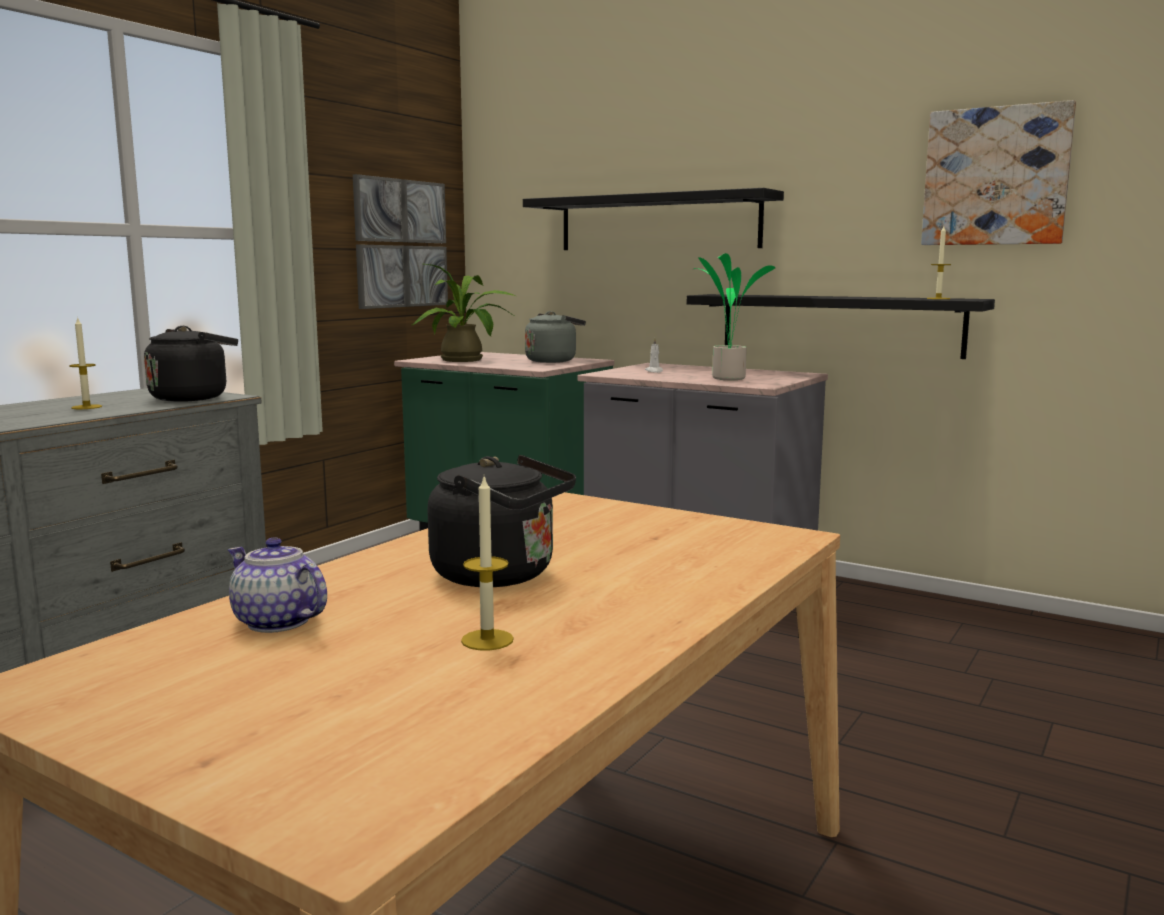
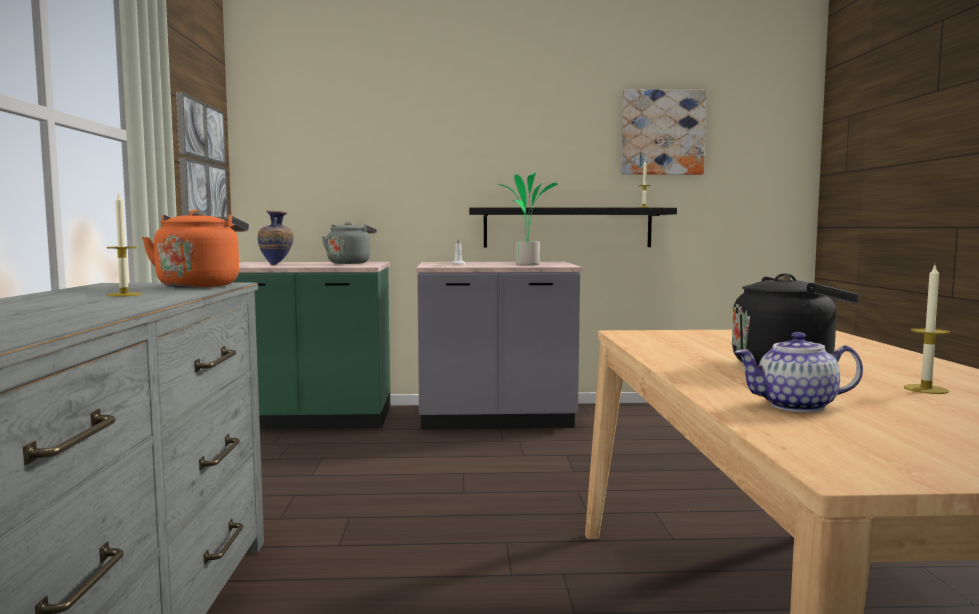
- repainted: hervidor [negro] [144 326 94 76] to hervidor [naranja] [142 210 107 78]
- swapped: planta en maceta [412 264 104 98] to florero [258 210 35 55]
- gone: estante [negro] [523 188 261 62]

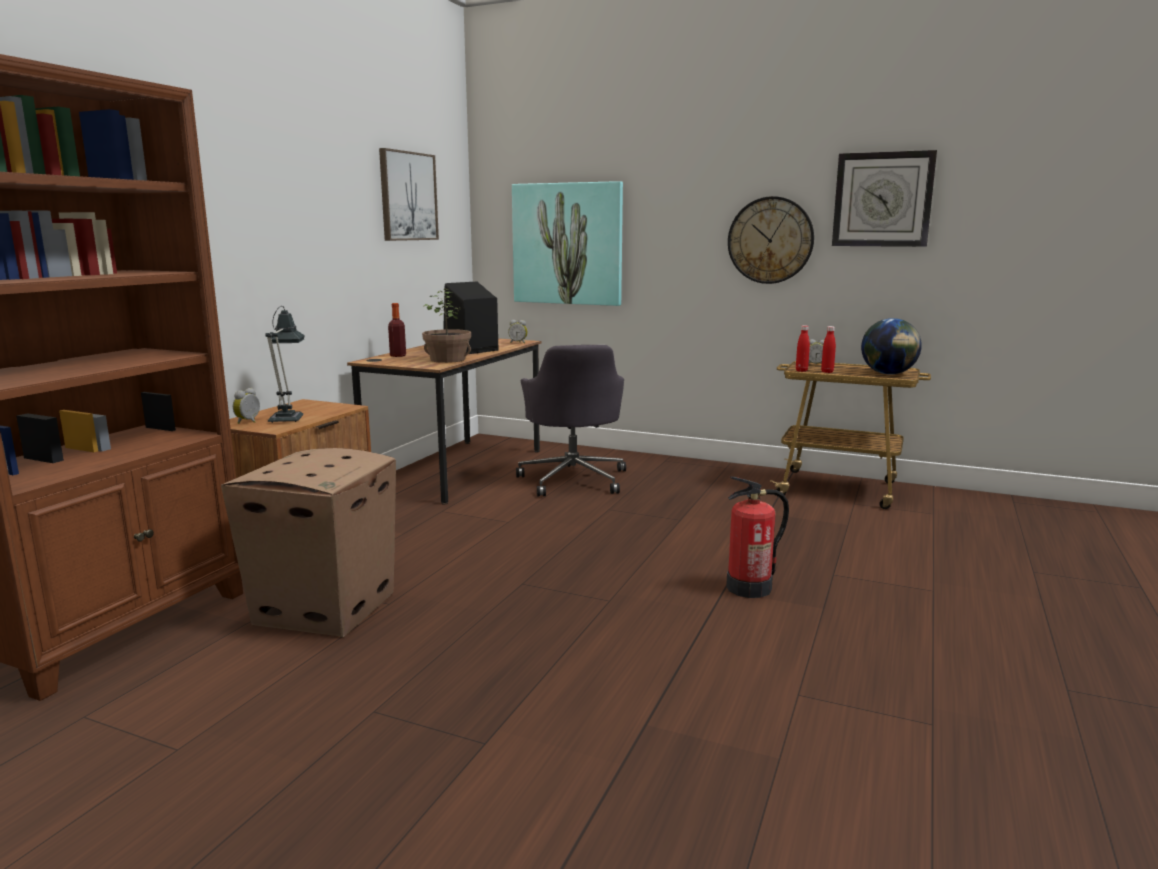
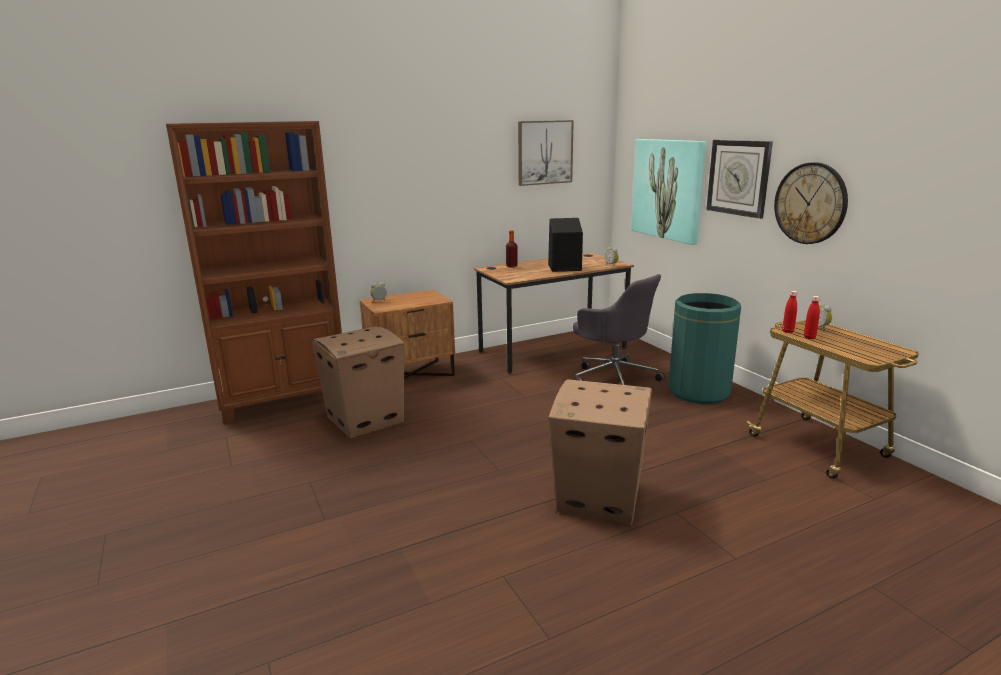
- gone: lámpara de mesa [265 306 40 117]
- gone: planta en maceta [422 289 49 74]
- rotated: silla de oficina [gris] [516 345 110 151] = [573 274 92 111] 75 degrees counterclockwise
- swapped: extintor [726 476 63 122] to caja de cartón [549 379 103 146]
- shifted: reloj de pared [832 150 105 97] to [706 140 67 79]
- gone: globo terráqueo [861 318 61 56]
- new: papelera [verde] [669 293 72 111]

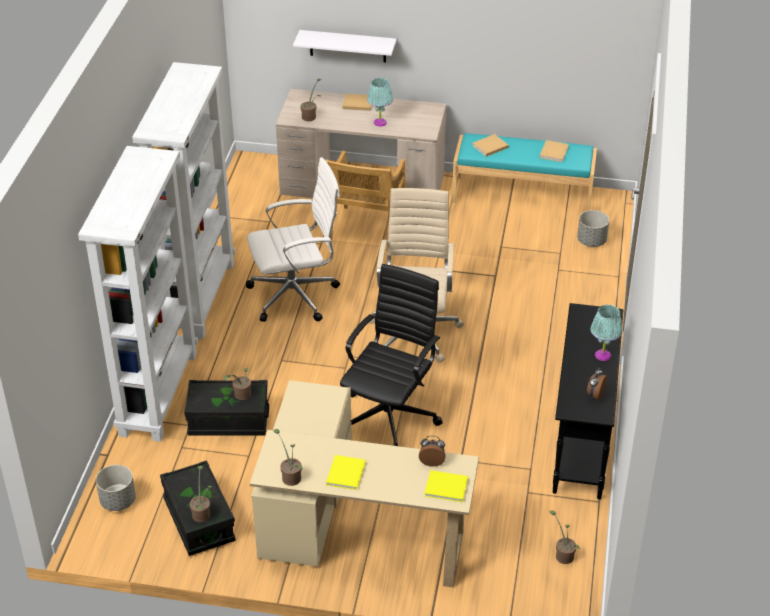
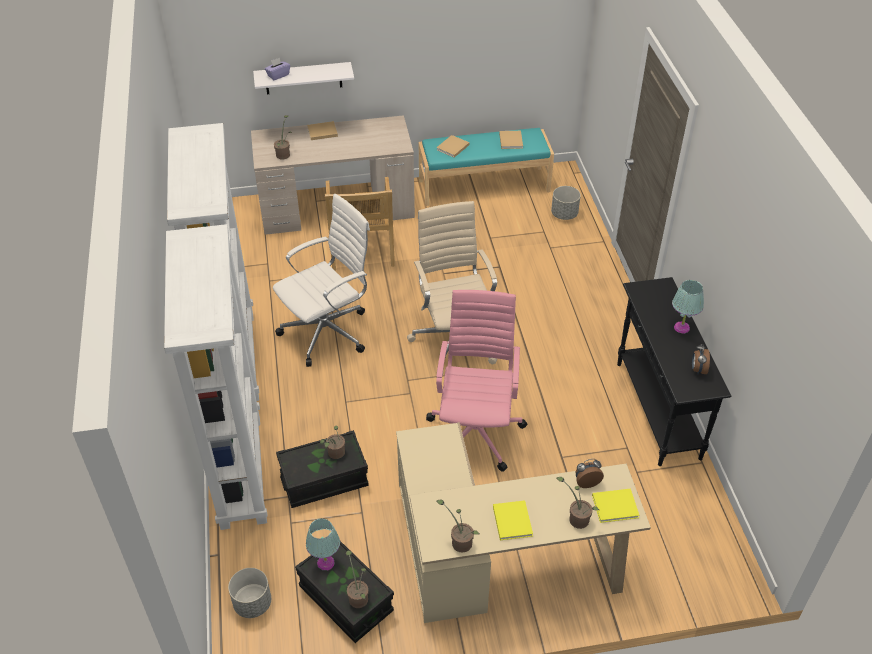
- repainted: silla de oficina [negro] [340 264 103 182] to silla de oficina [rosa] [426 290 102 182]
- shifted: lámpara de mesa [turquesa] [367 78 26 49] to [306 518 34 52]
- shifted: planta en maceta [550 511 30 53] to [557 477 42 52]
- new: caja de pañuelos [morado] [265 58 25 22]

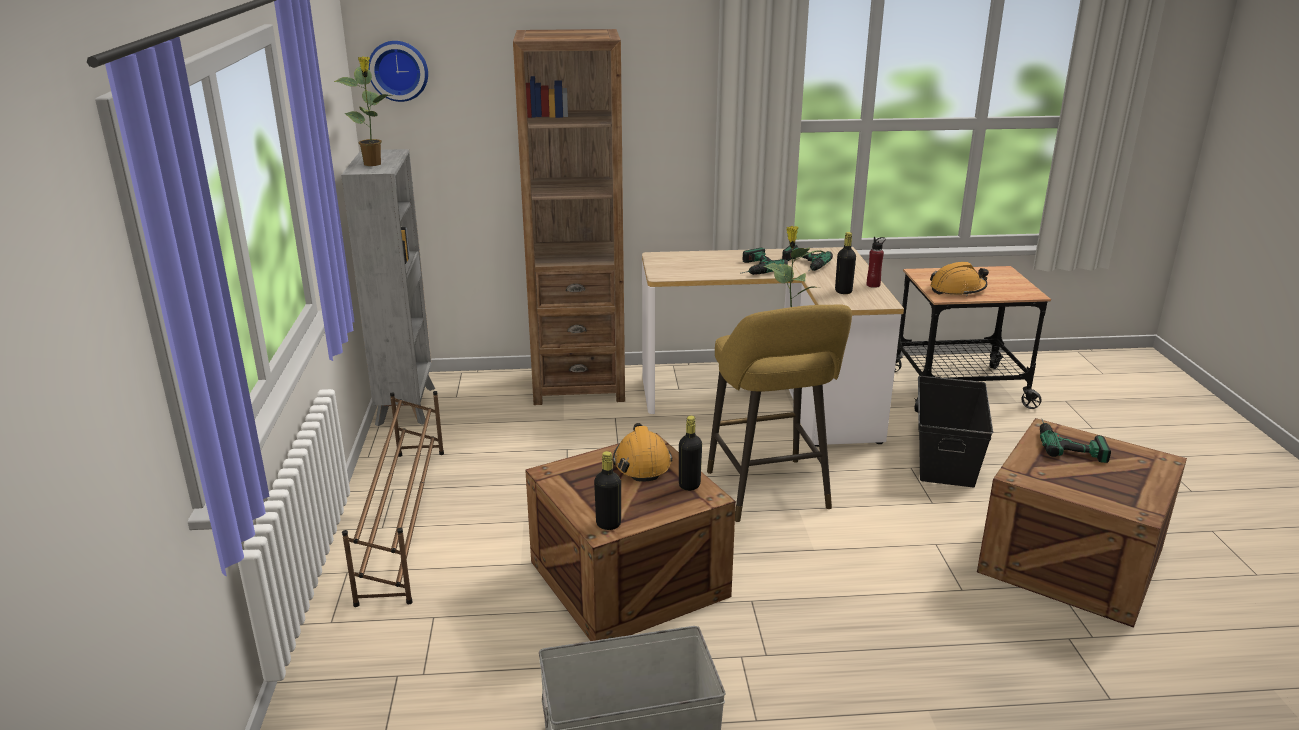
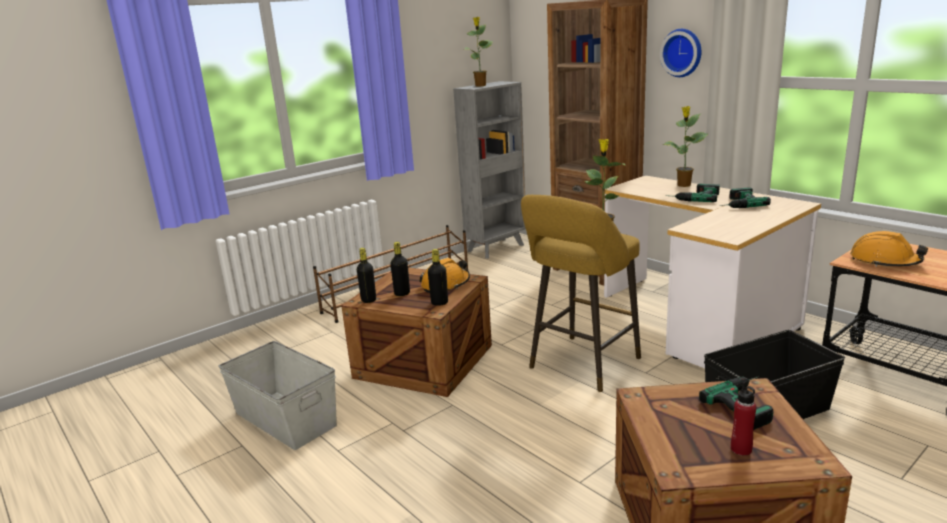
- shifted: reloj de pared [369 41 59 61] to [660 29 41 48]
- shifted: botella [negro] [835 232 21 62] to [390 242 20 54]
- shifted: botella [rojo] [867 237 19 51] to [731 382 26 74]
- new: planta en maceta [663 106 45 81]

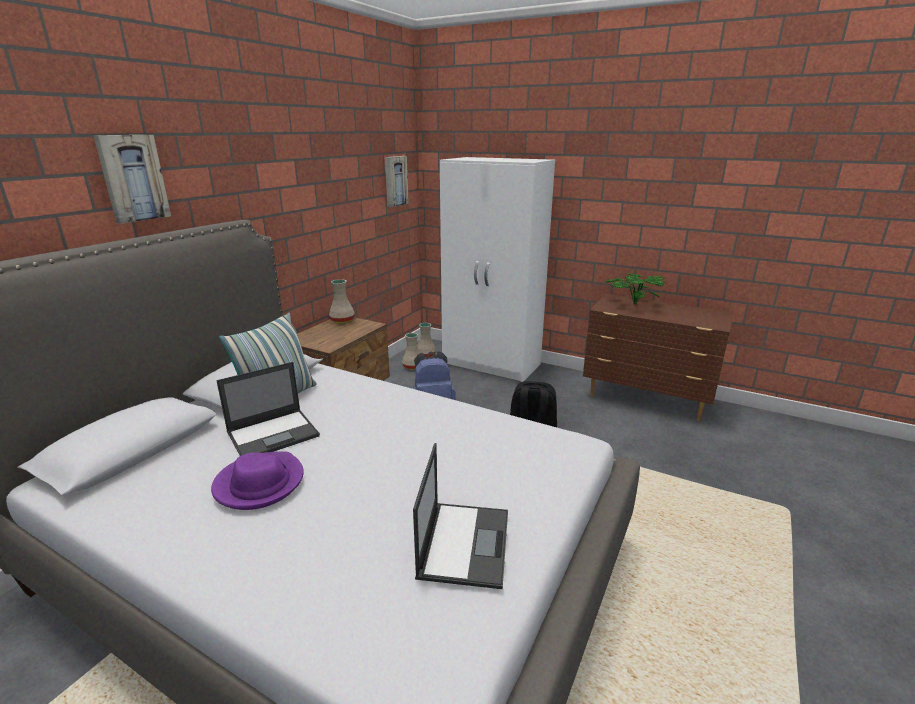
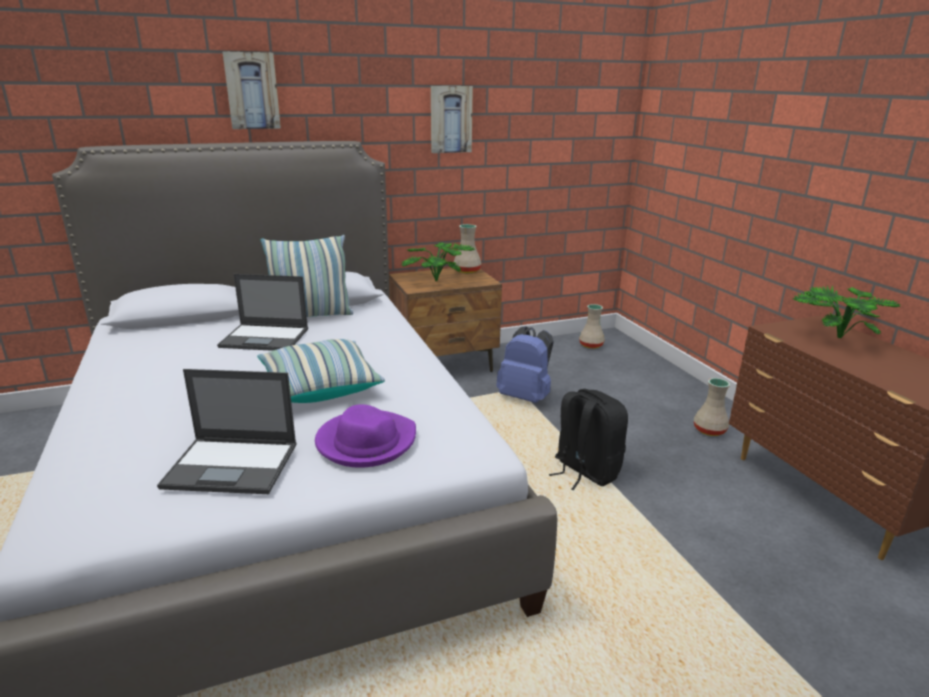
- shifted: sombrero [morado] [211 452 93 58] to [315 404 101 64]
- shifted: cuadro [385 156 24 51] to [431 86 42 67]
- shifted: florero [beis] [402 333 18 37] to [694 378 36 58]
- rotated: portátil [413 443 95 146] = [157 369 140 125] 45 degrees clockwise
- gone: armario ropero [blanco] [440 157 115 225]
- new: cojín [257 339 128 64]
- new: planta en maceta [401 242 74 40]

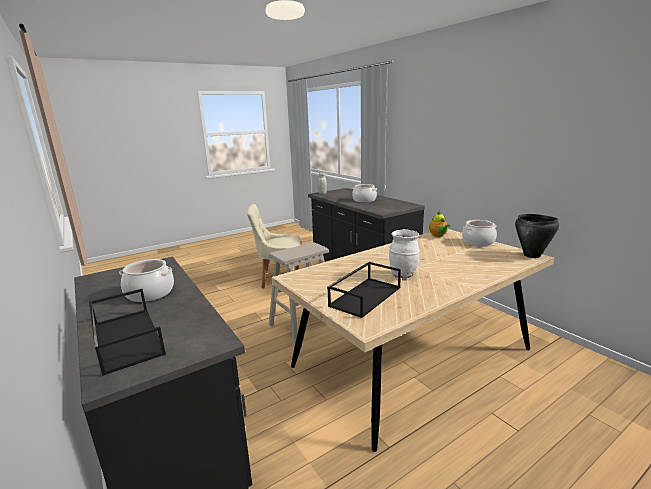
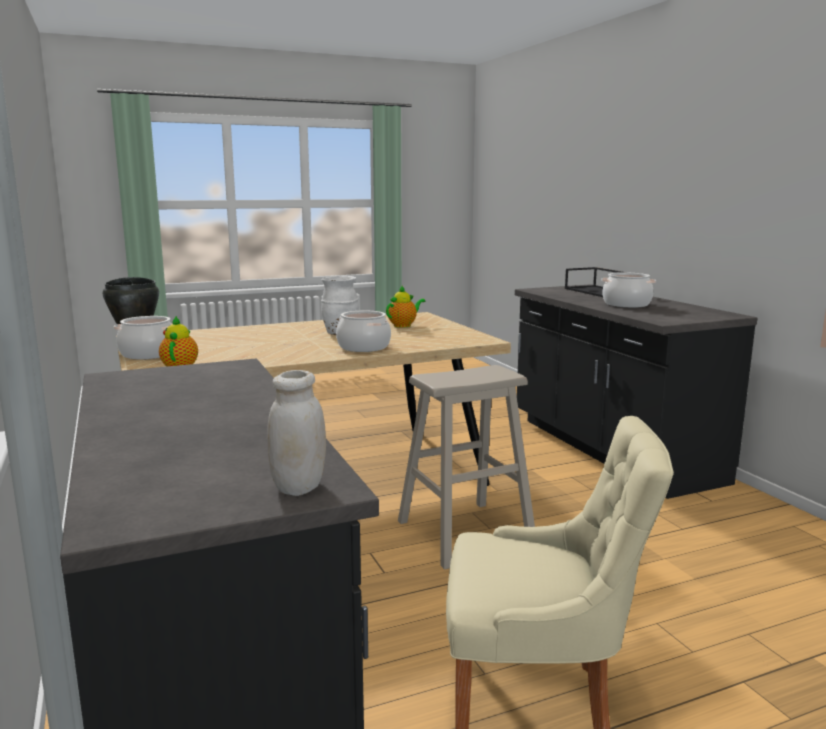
- swapped: bandeja [negro] [327 262 74 56] to tetera [386 286 39 42]
- shifted: olla [352 184 25 19] to [336 311 55 41]

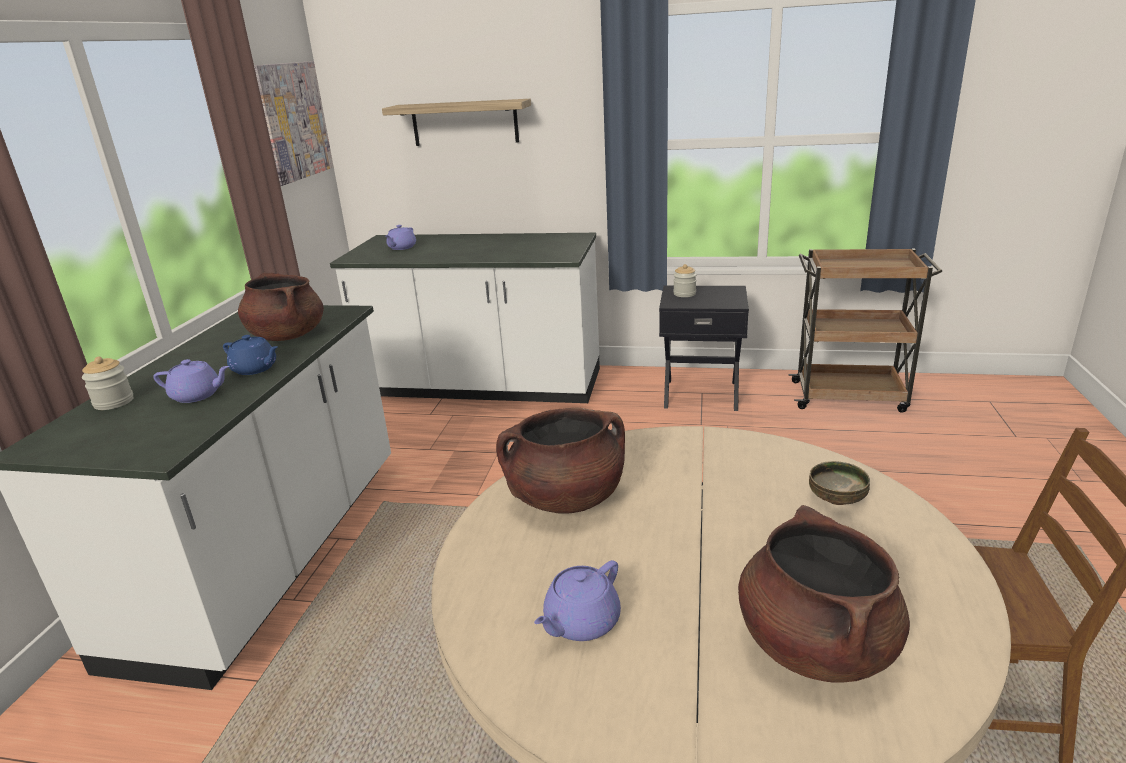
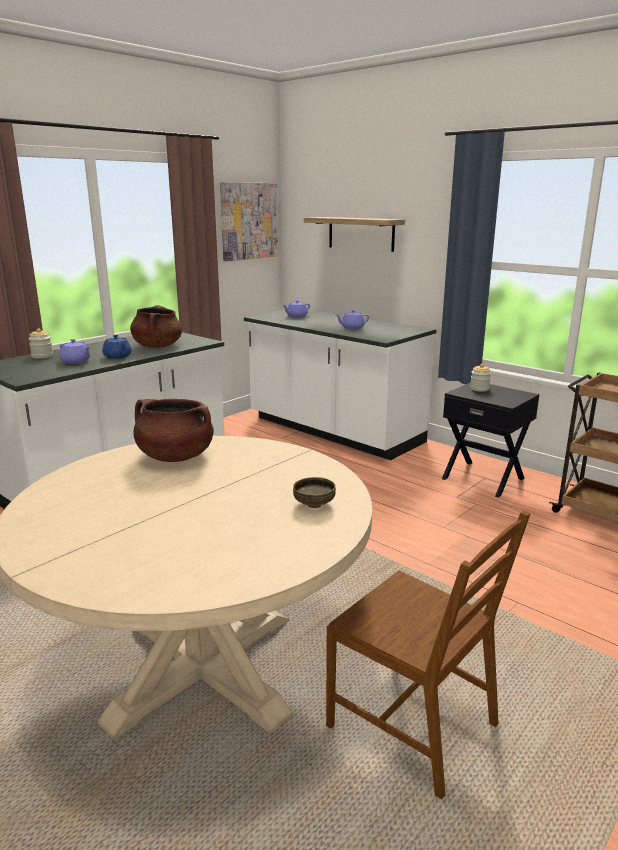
- shifted: tetera [morado] [534 560 87 81] to [336 310 33 19]
- gone: olla [marrón] [738 505 172 178]

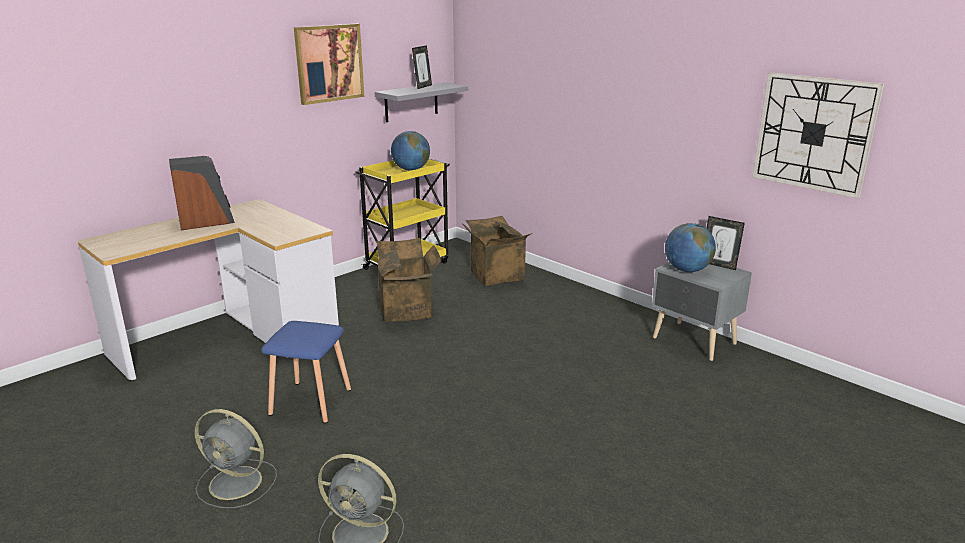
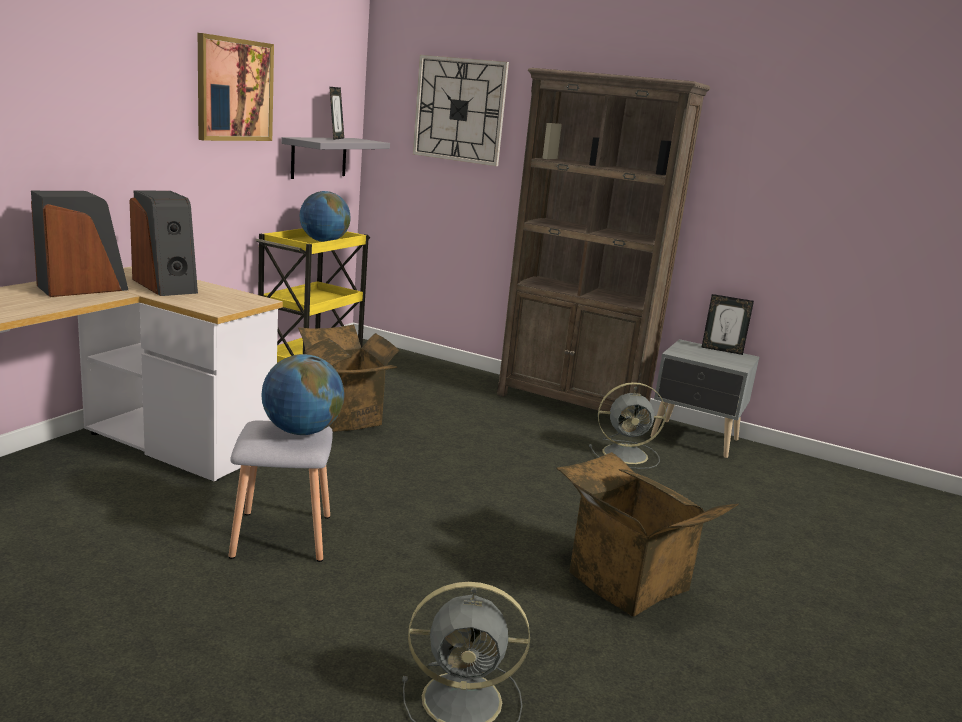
- shifted: ventilador [gris] [195 409 82 99] to [589 382 77 87]
- repainted: taburete [azul] [261 321 90 102] to taburete [gris] [228 421 105 141]
- shifted: caja de cartón [462 216 70 70] to [556 452 183 164]
- shifted: globo terráqueo [665 223 51 49] to [261 354 83 81]
- shifted: reloj de pared [752 72 132 127] to [413 55 96 111]
- new: altavoz [129 190 69 106]
- new: estantería [marrón] [497 68 213 344]

